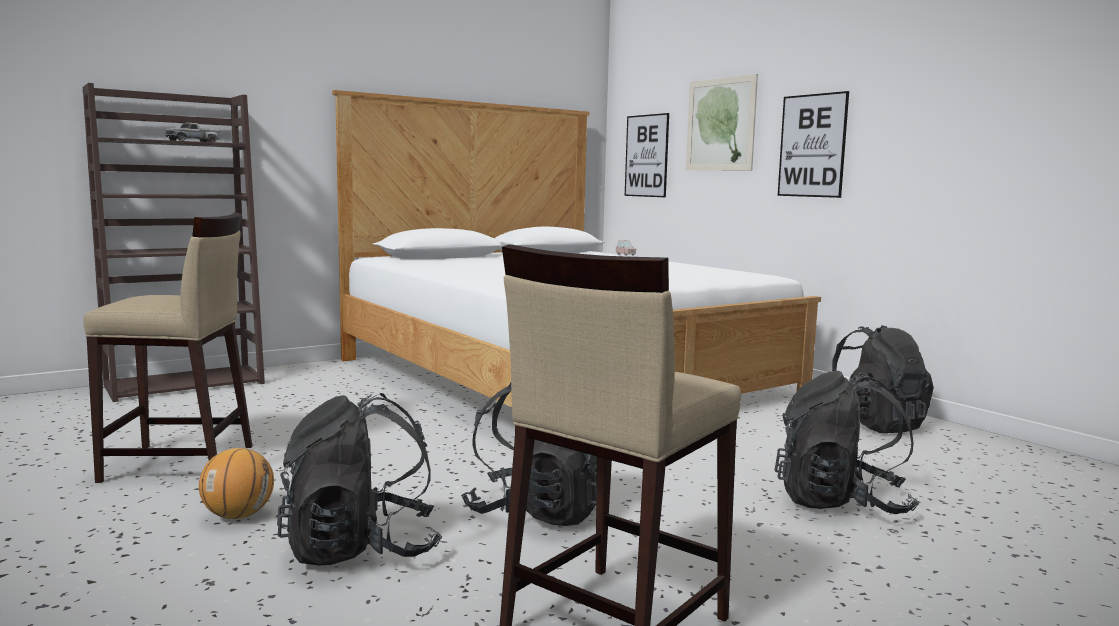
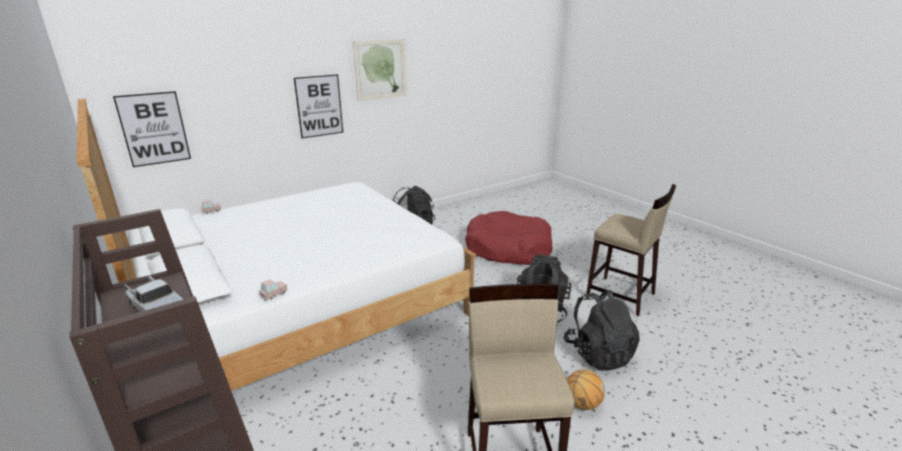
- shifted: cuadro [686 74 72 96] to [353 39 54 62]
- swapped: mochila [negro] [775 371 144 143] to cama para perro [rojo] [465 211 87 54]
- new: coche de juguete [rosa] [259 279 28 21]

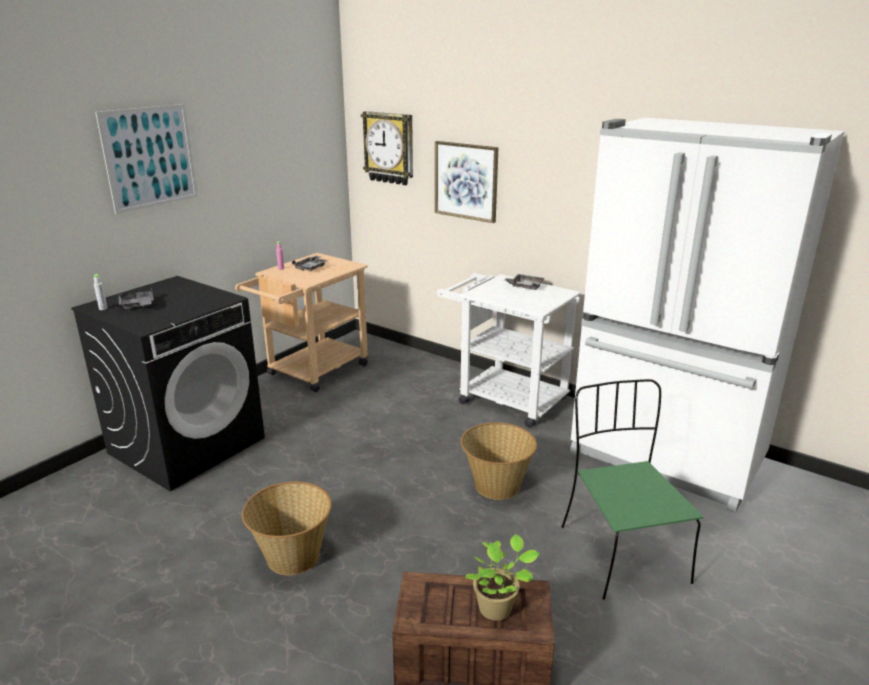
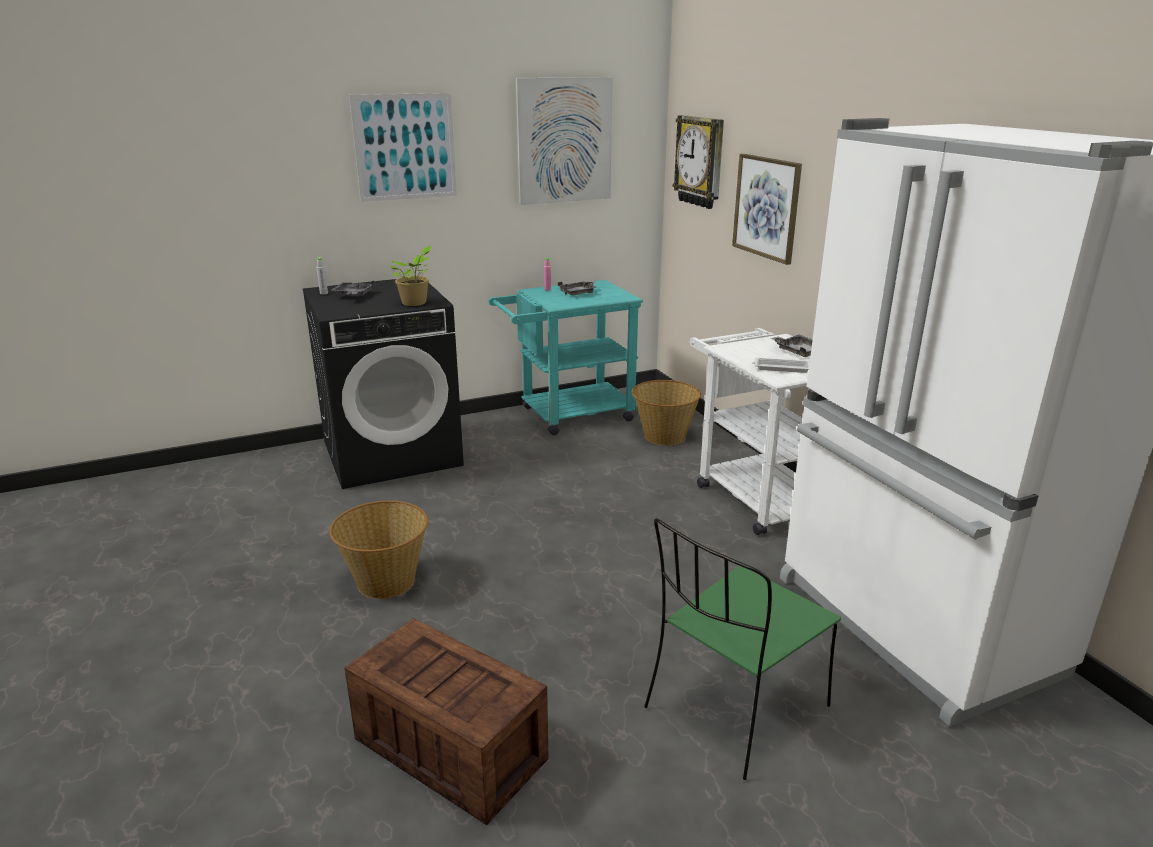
- repainted: carrito [beis] [235 253 133 139] to carrito [turquesa] [489 280 154 155]
- shifted: cesta [461 422 76 78] to [631 380 70 66]
- shifted: planta en maceta [465 534 75 87] to [388 245 43 61]
- rotated: silla [verde] [562 379 141 221] = [644 518 197 262] 150 degrees counterclockwise
- new: cuadro [516 77 97 128]
- new: bandeja [blanco] [752 357 58 16]

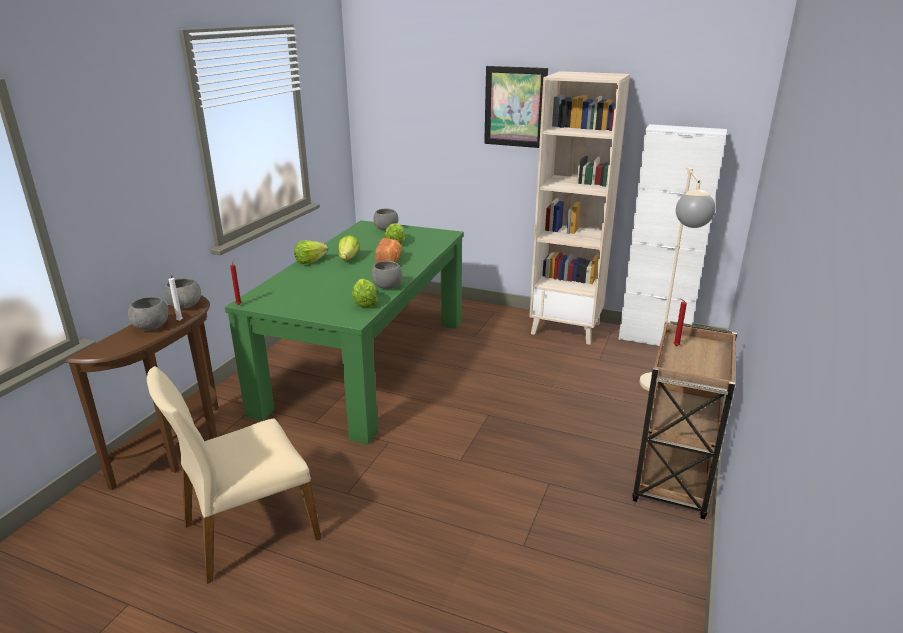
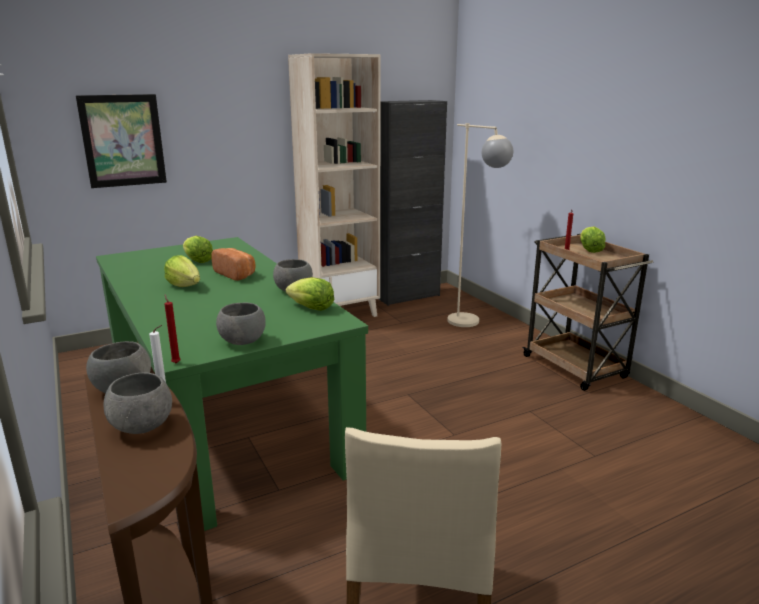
- shifted: lechuga [294 240 34 24] to [580 226 26 27]
- shifted: cuenco [gris] [373 209 25 22] to [216 303 50 42]
- shifted: cuadro [484 66 64 82] to [76 94 91 94]
- repainted: armario [blanco] [618 124 109 222] to armario [negro] [379 100 68 206]

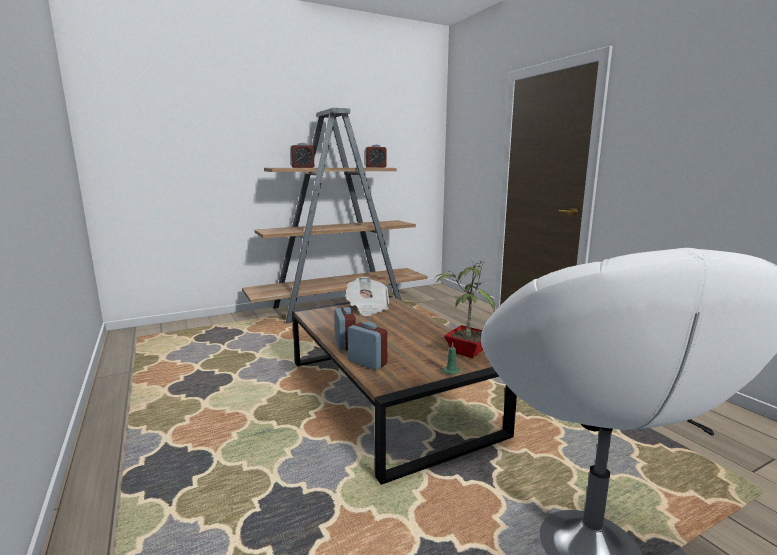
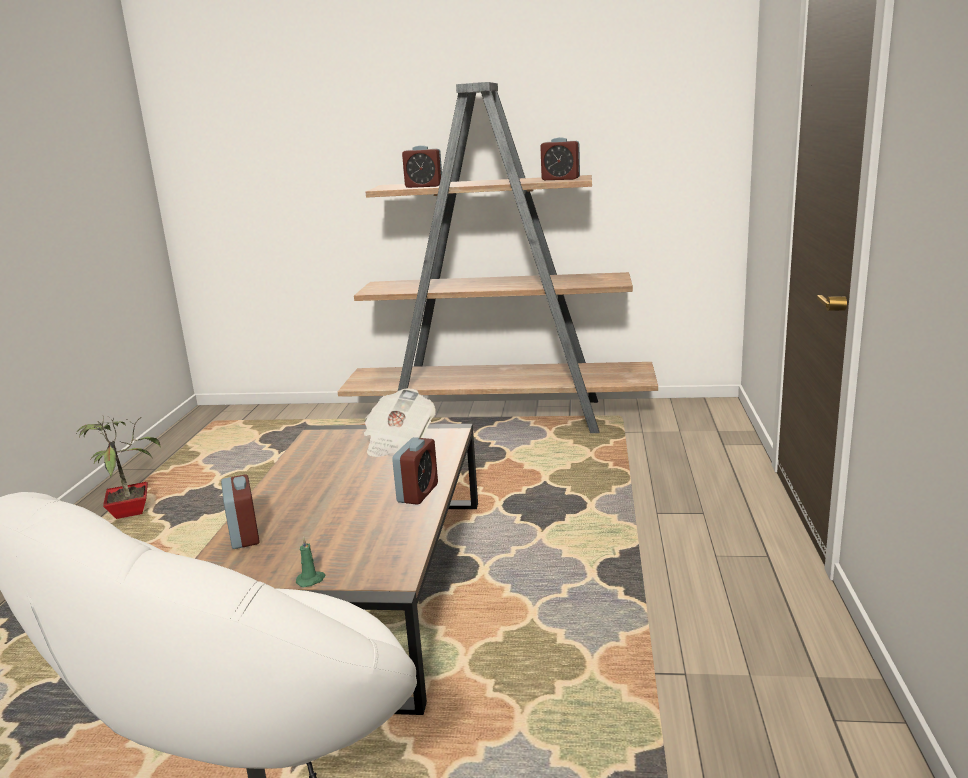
- shifted: despertador [334 307 22 44] to [392 437 46 68]
- shifted: planta en maceta [436 259 59 99] to [76 417 85 102]

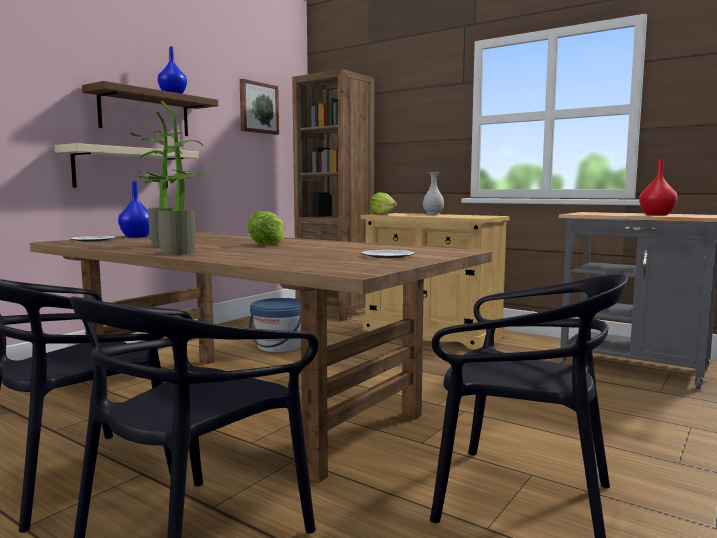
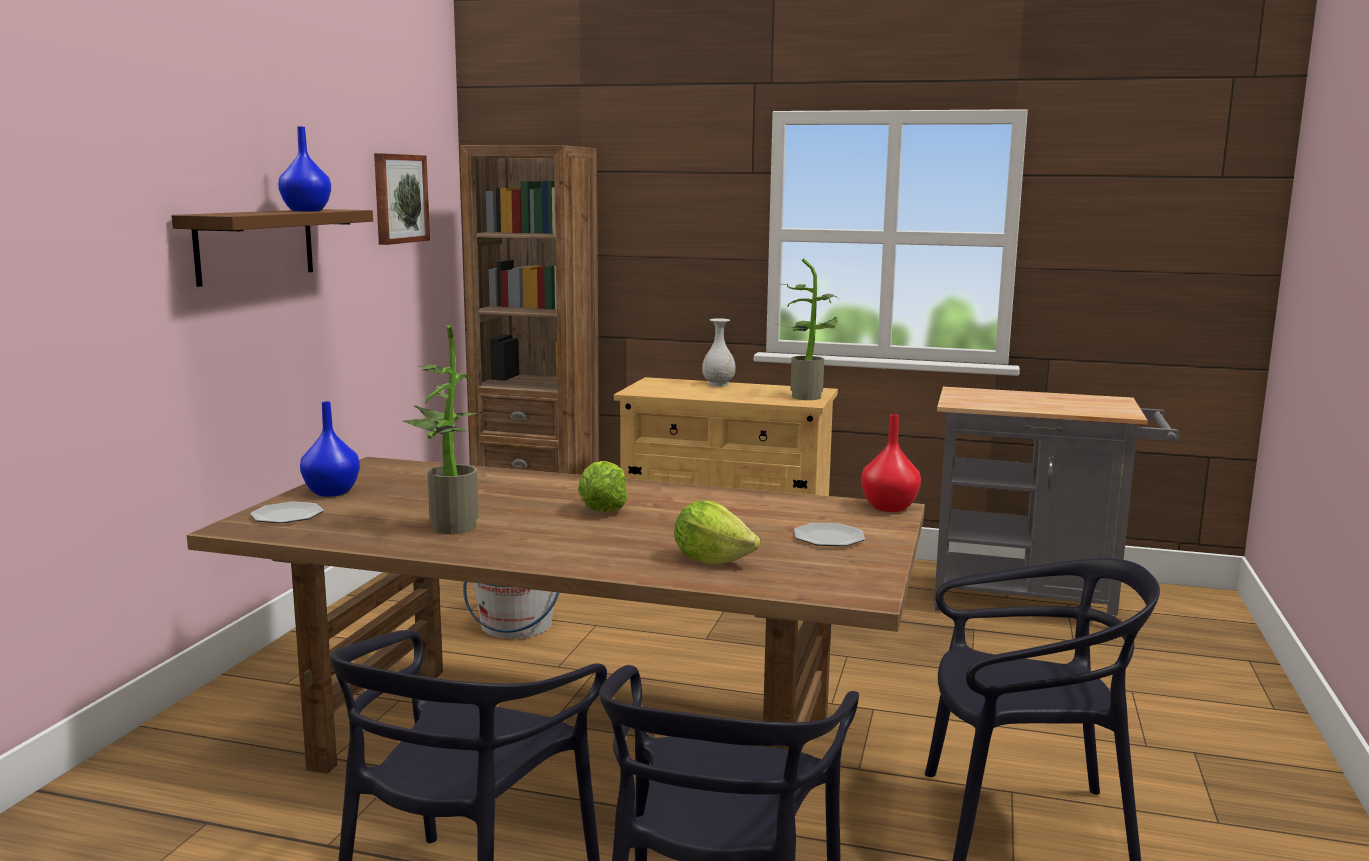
- gone: estante [beis] [55 143 144 45]
- shifted: planta en maceta [138 100 83 155] to [773 258 67 142]
- shifted: lechuga [370 192 27 23] to [674 500 86 64]
- shifted: florero [rojo] [639 159 39 56] to [861 414 60 98]

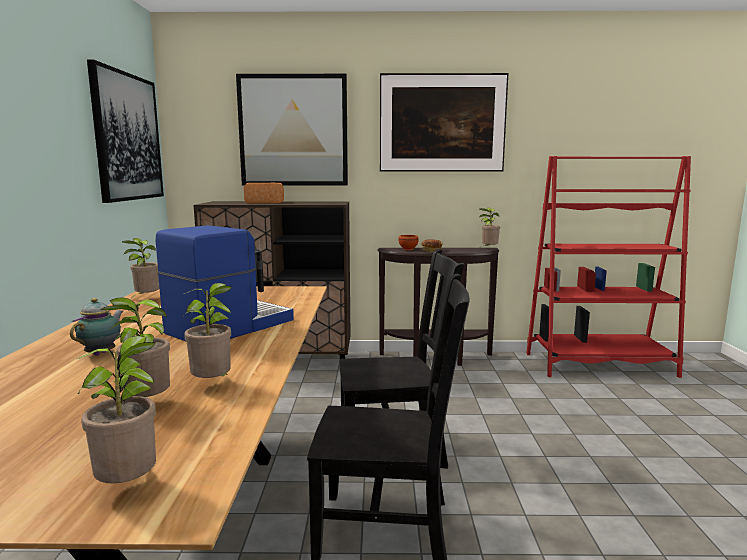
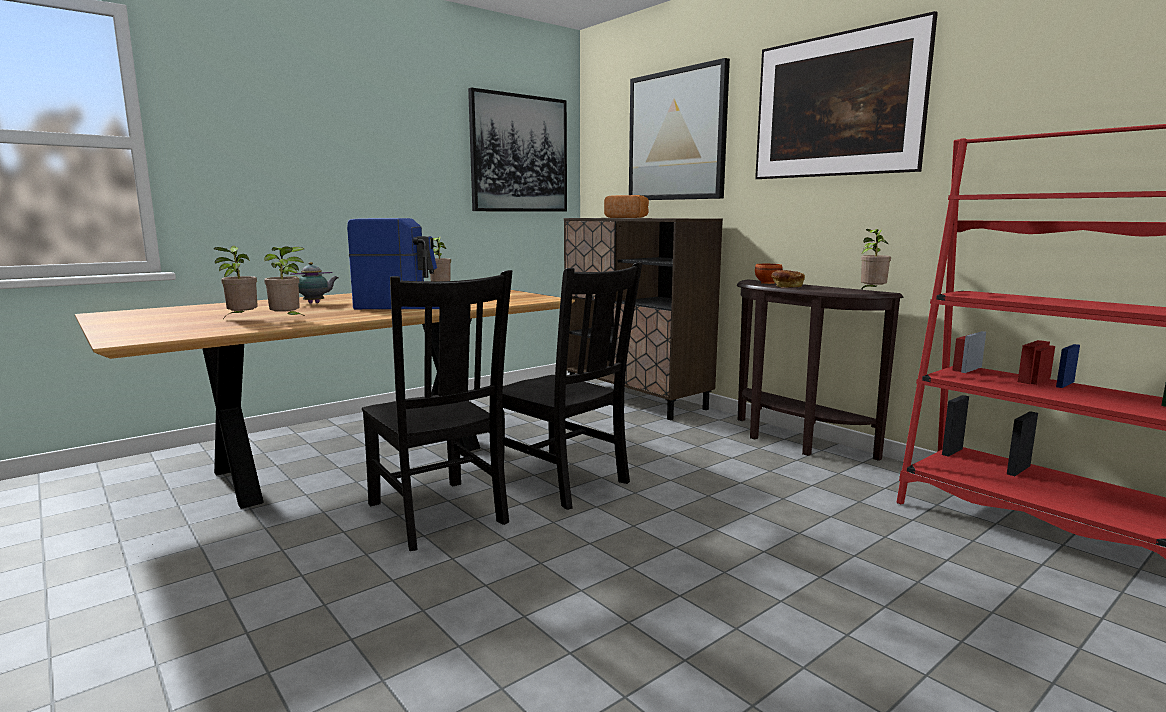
- gone: planta en maceta [77 336 79 148]

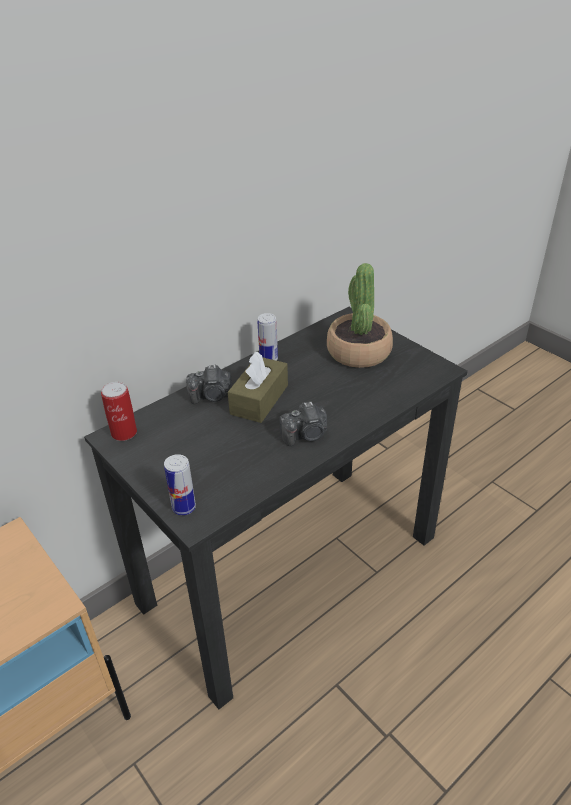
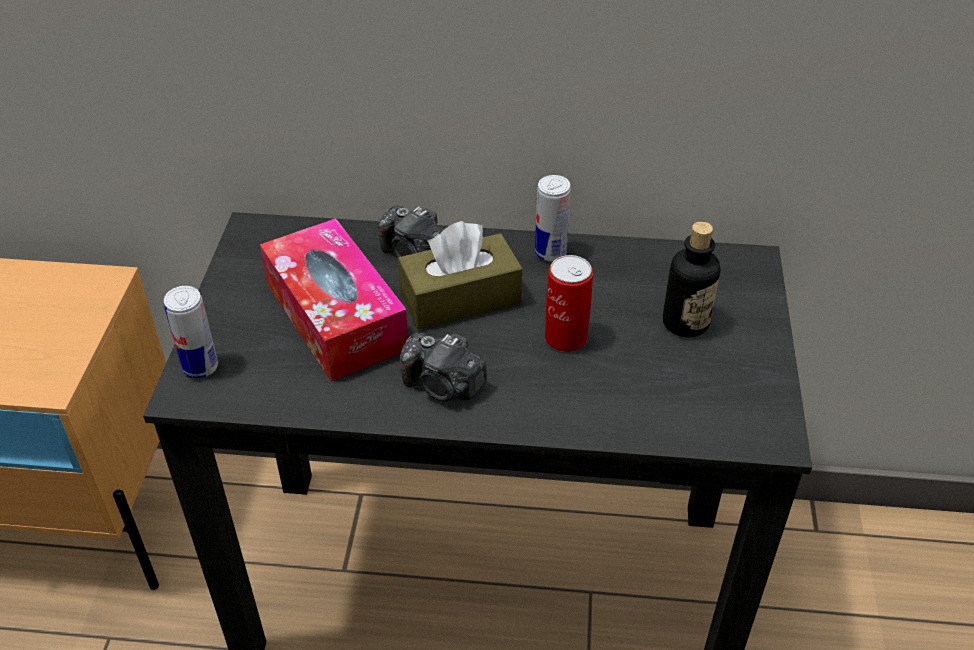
- shifted: lata [101 382 36 59] to [545 255 48 97]
- swapped: planta en maceta [327 263 66 105] to botella [663 221 58 117]
- new: caja de pañuelos [260 218 148 164]

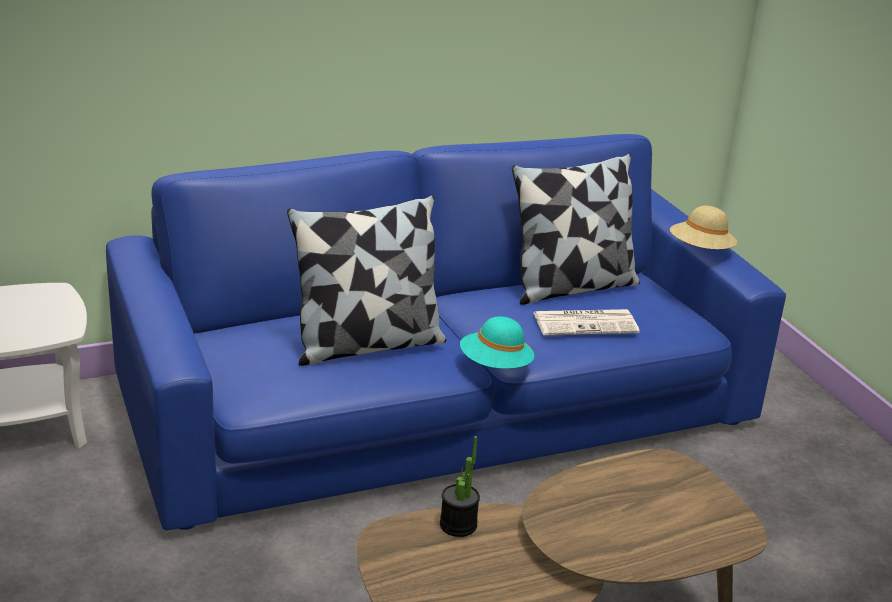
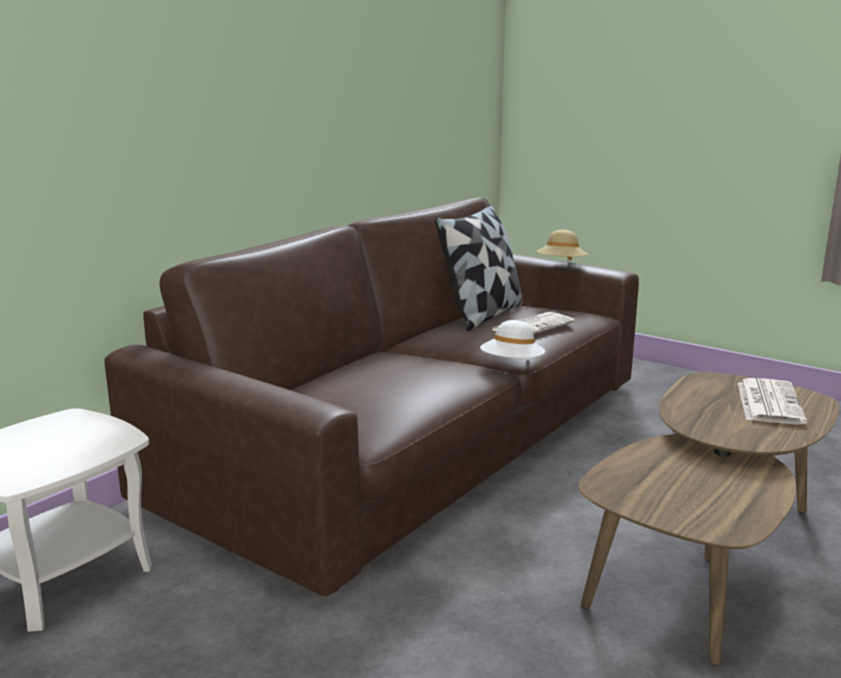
- repainted: sofá [azul] [106 134 680 396] to sofá [marrón] [105 198 534 398]
- gone: cojín [287 195 159 171]
- gone: planta en maceta [440 436 40 101]
- repainted: sombrero [turquesa] [460 316 74 53] to sombrero [blanco] [480 320 65 38]
- new: periódico [738 378 69 47]

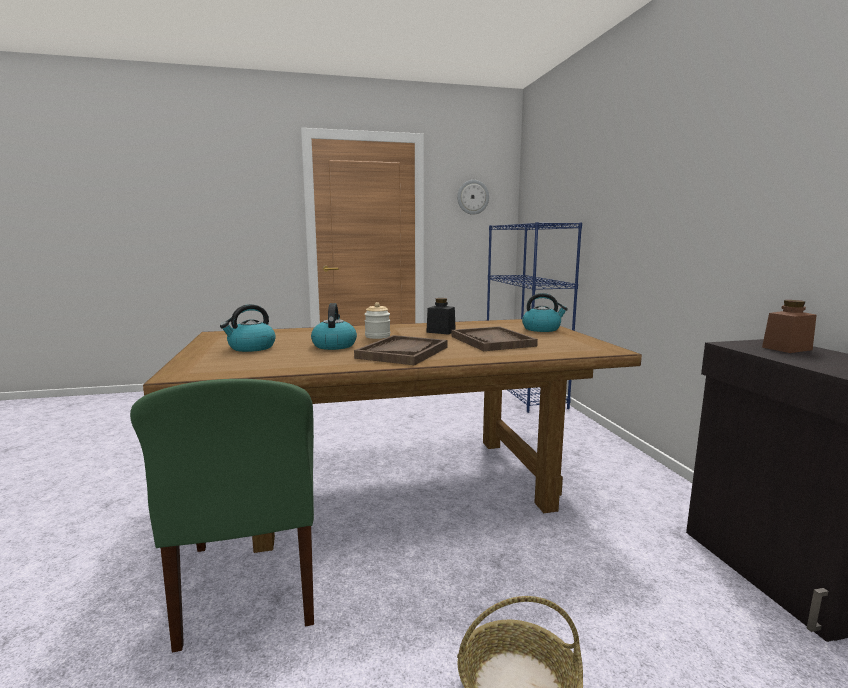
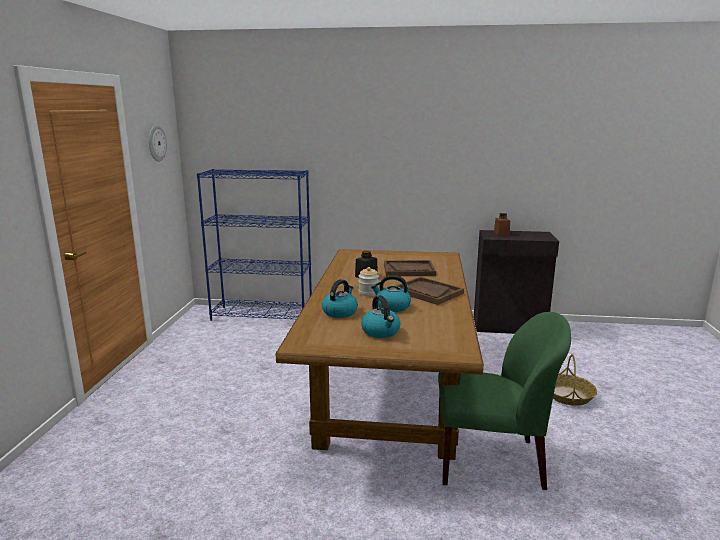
- shifted: hervidor [522 293 46 39] to [322 279 36 39]

